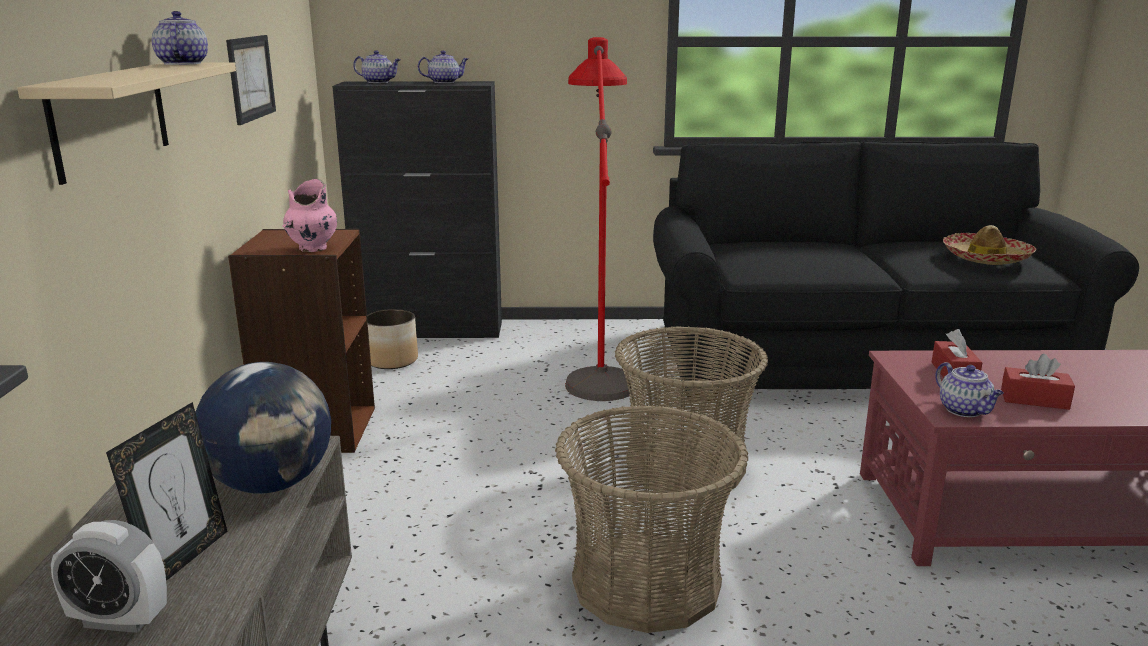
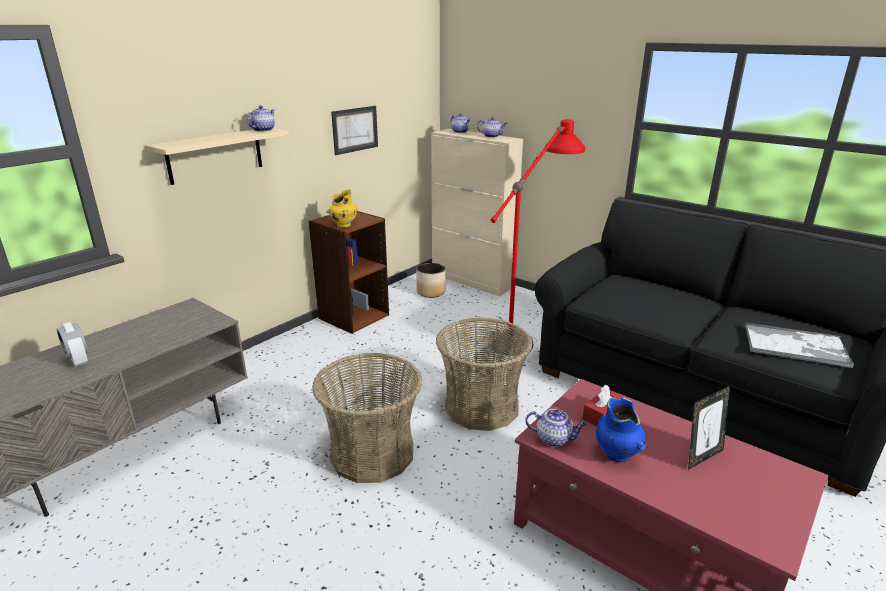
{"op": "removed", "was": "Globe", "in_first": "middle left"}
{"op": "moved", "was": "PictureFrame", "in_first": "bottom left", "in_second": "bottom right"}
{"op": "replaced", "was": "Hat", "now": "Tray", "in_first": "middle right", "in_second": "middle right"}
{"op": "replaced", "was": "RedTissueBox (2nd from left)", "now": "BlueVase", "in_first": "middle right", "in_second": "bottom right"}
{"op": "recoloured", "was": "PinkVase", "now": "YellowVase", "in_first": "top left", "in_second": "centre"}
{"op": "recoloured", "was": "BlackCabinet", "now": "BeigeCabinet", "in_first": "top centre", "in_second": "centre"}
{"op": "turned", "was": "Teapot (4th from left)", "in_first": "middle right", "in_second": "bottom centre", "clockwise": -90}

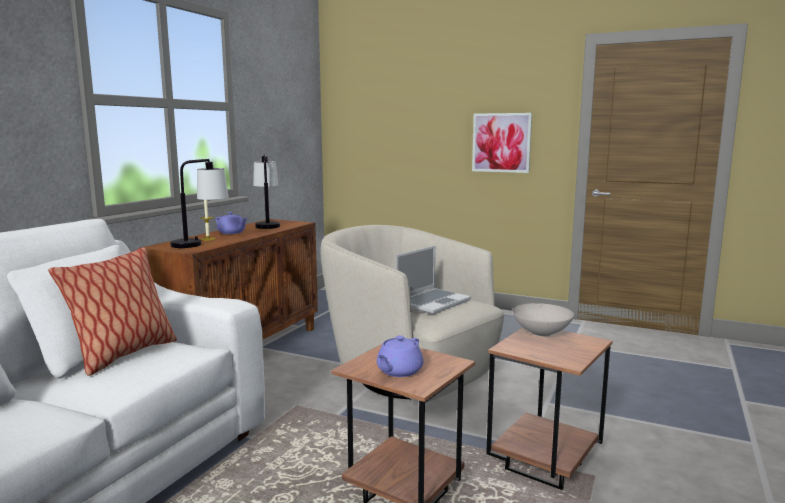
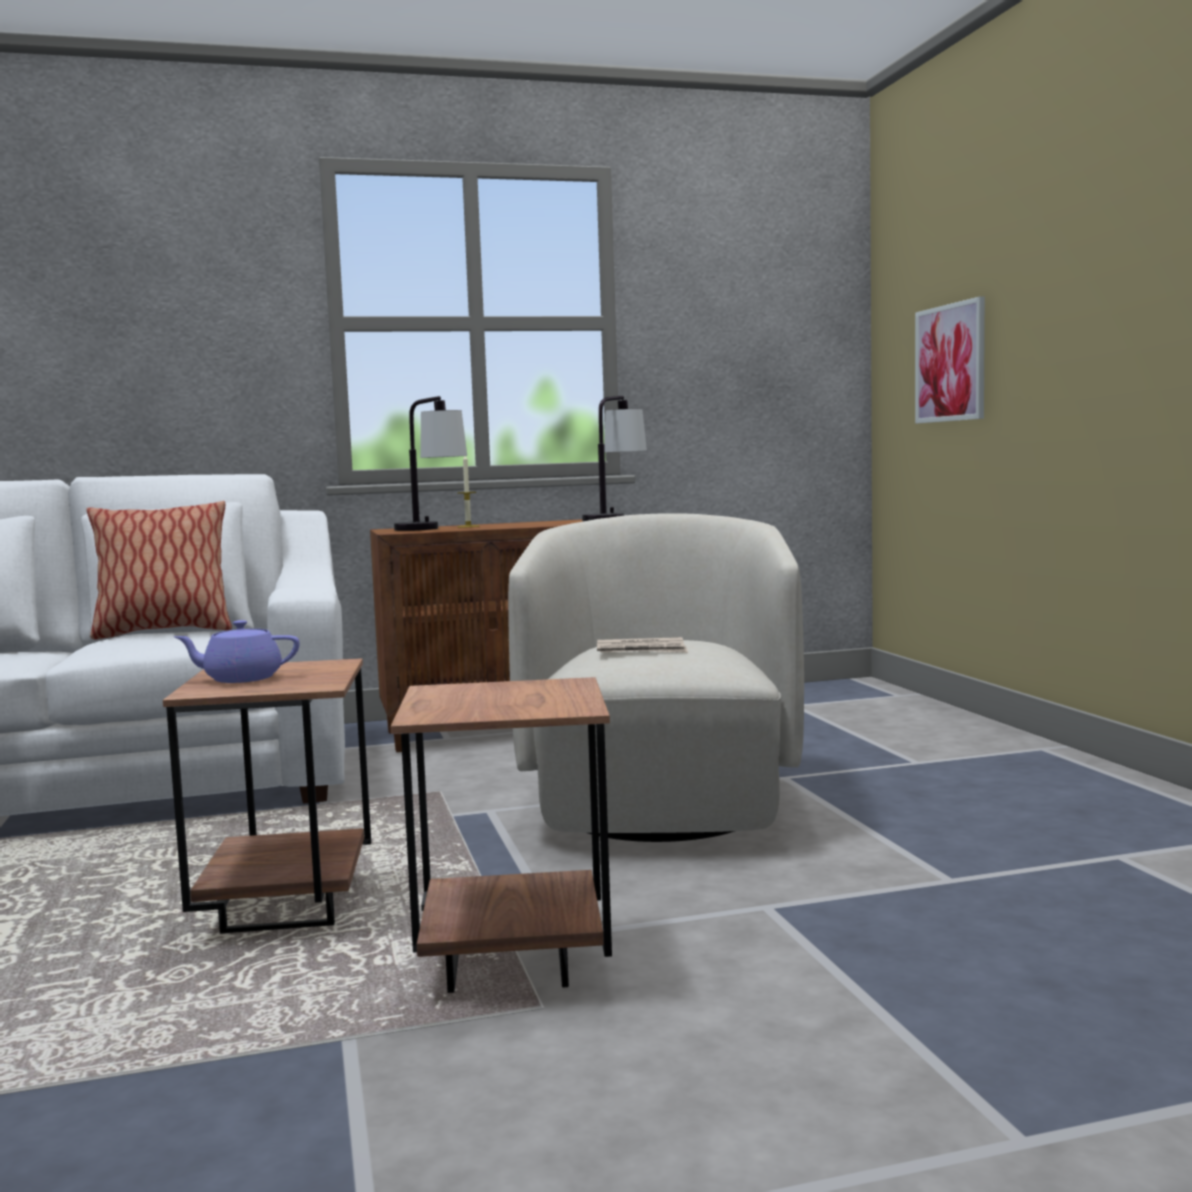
{"op": "removed", "was": "PurpleTeapot (1st from left)", "in_first": "middle left"}
{"op": "removed", "was": "WhiteBowl", "in_first": "middle right"}
{"op": "moved", "was": "Picture", "in_first": "top centre", "in_second": "top right"}
{"op": "replaced", "was": "Laptop", "now": "Newspaper", "in_first": "centre", "in_second": "centre"}

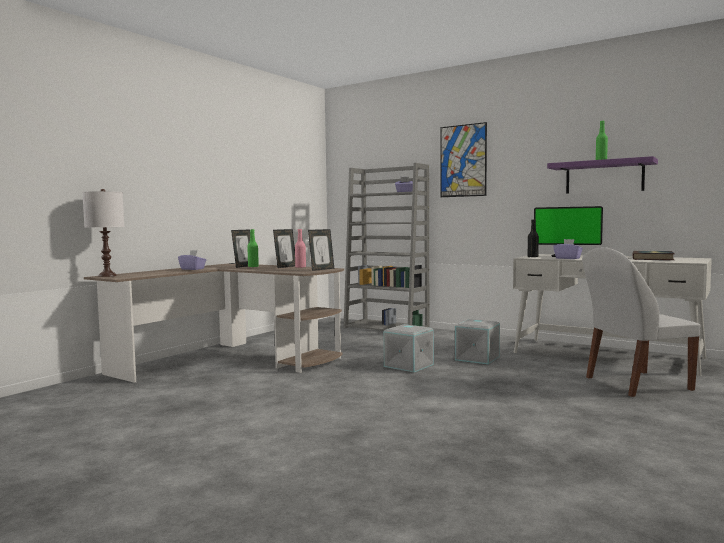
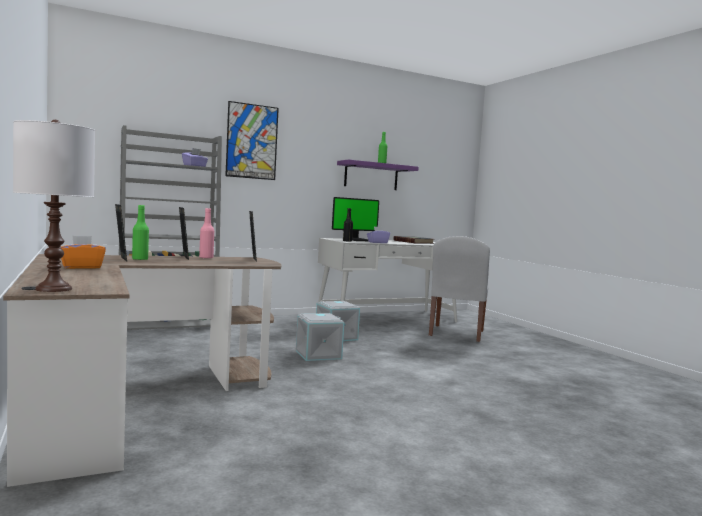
{"op": "recoloured", "was": "PurpleTissueBox (1st from left)", "now": "OrangeTissueBox", "in_first": "middle left", "in_second": "middle left"}

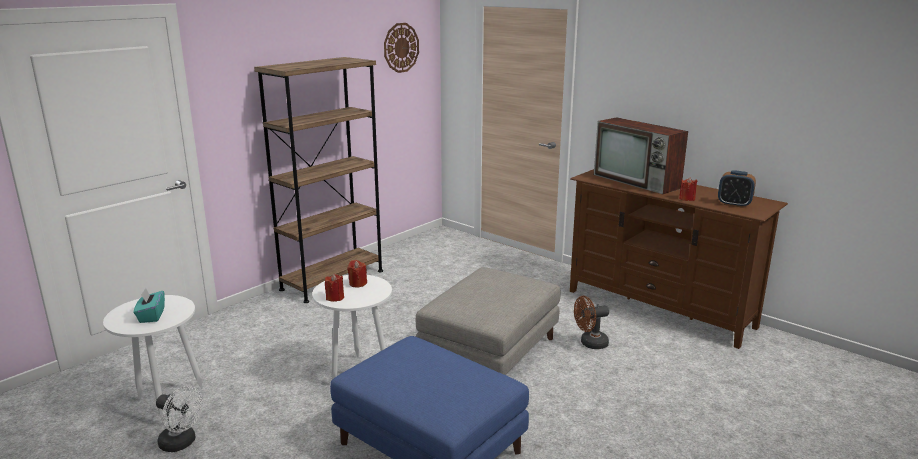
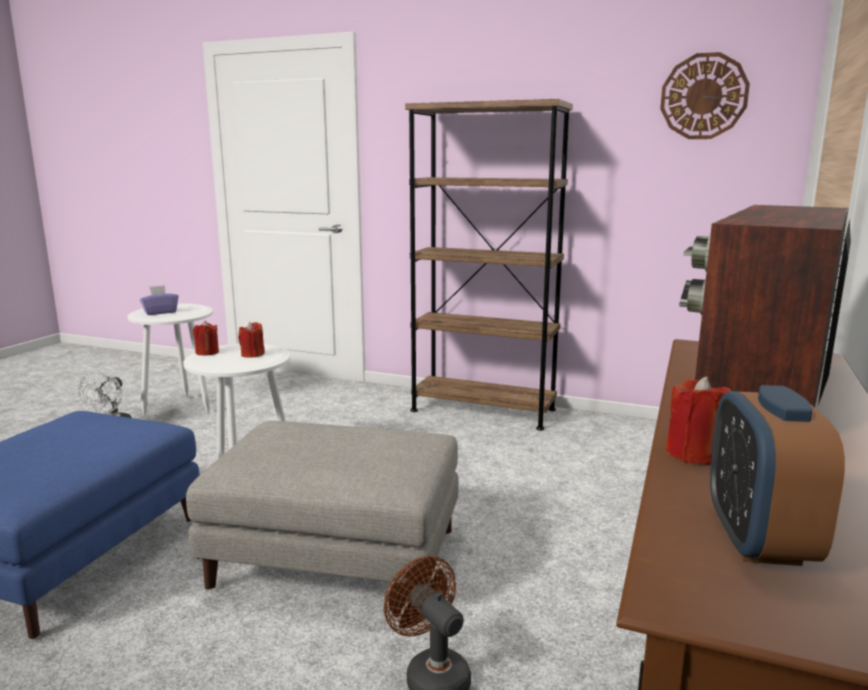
{"op": "recoloured", "was": "TurquoiseTissueBox", "now": "PurpleTissueBox", "in_first": "middle left", "in_second": "middle left"}

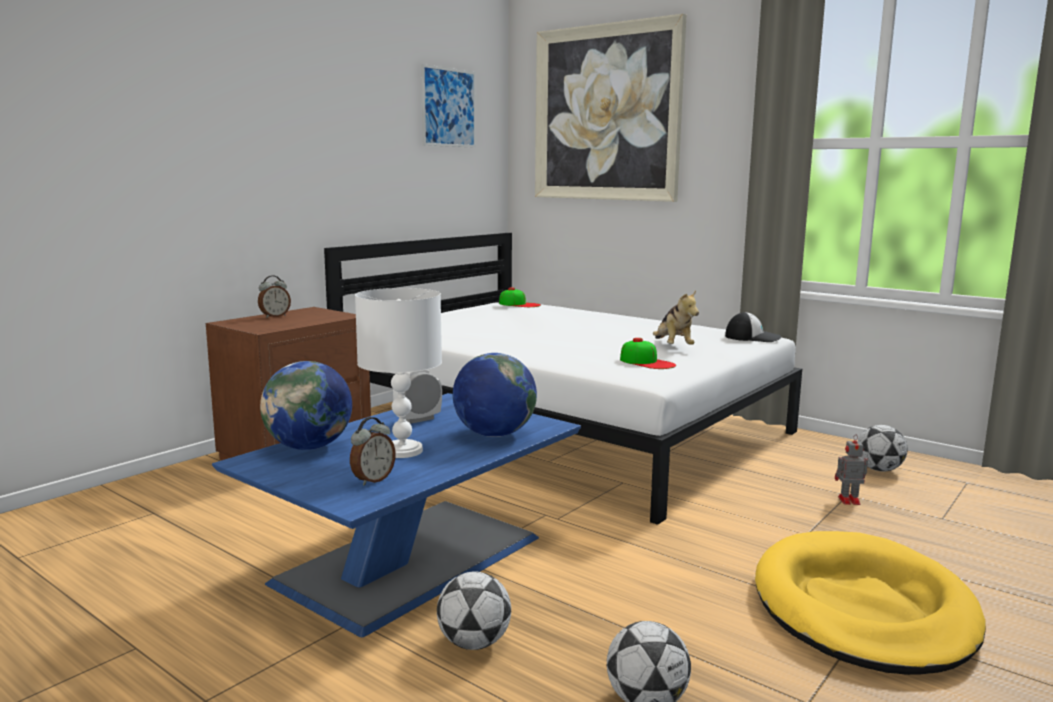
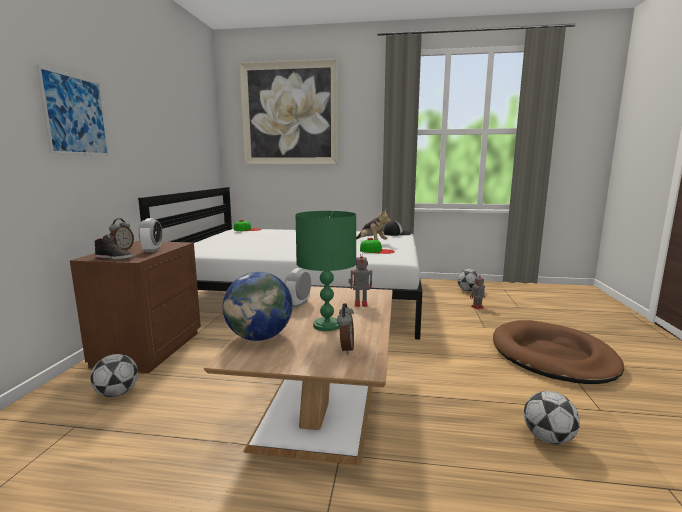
{"op": "added", "now": "BlackShoe", "in_second": "middle left"}
{"op": "added", "now": "AlarmClock (2nd from left)", "in_second": "middle left"}
{"op": "moved", "was": "Picture (1st from left)", "in_first": "top centre", "in_second": "top left"}
{"op": "moved", "was": "Football (1st from left)", "in_first": "bottom centre", "in_second": "bottom left"}
{"op": "replaced", "was": "Globe (2nd from left)", "now": "ToyRobot (1st from left)", "in_first": "centre", "in_second": "centre"}
{"op": "recoloured", "was": "BlueCoffeeTable", "now": "BrownCoffeeTable", "in_first": "bottom centre", "in_second": "bottom centre"}
{"op": "recoloured", "was": "WhiteTableLamp", "now": "GreenTableLamp", "in_first": "centre", "in_second": "centre"}
{"op": "recoloured", "was": "YellowDogBed", "now": "BrownDogBed", "in_first": "bottom right", "in_second": "bottom right"}

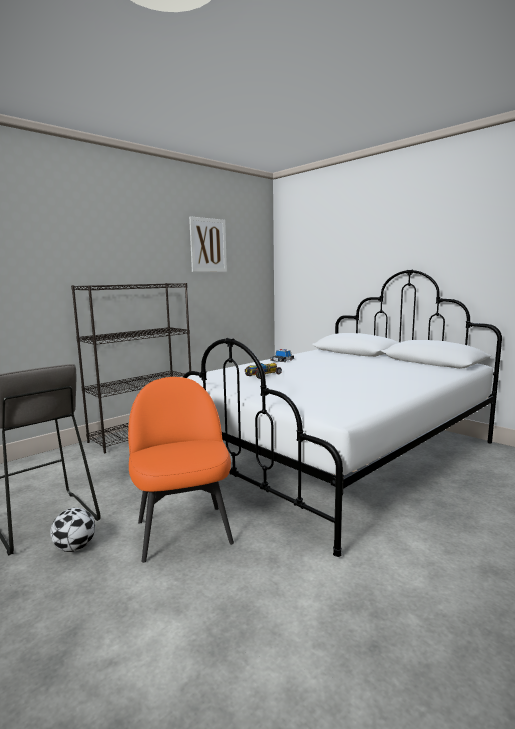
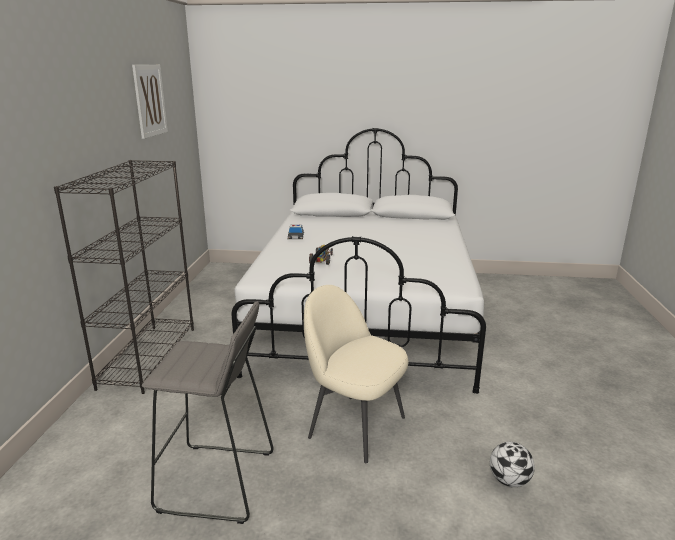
{"op": "moved", "was": "Football", "in_first": "bottom left", "in_second": "bottom right"}
{"op": "recoloured", "was": "OrangeChair", "now": "BeigeChair", "in_first": "centre", "in_second": "bottom centre"}

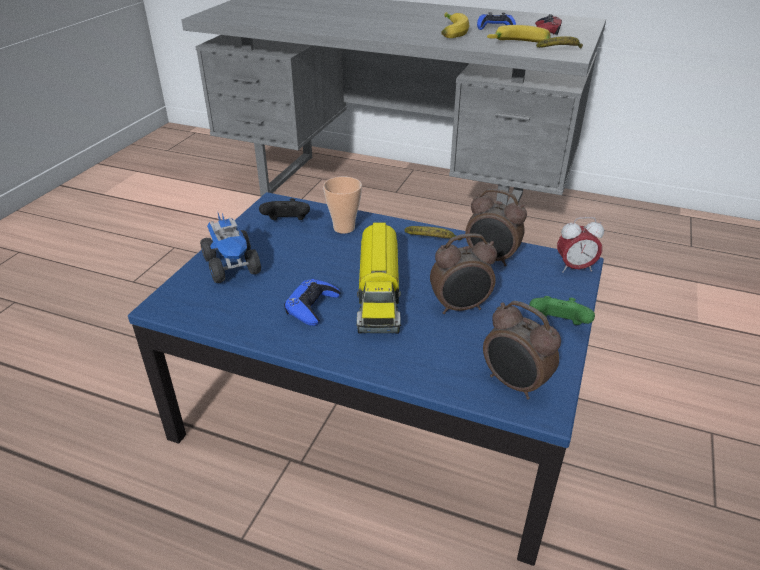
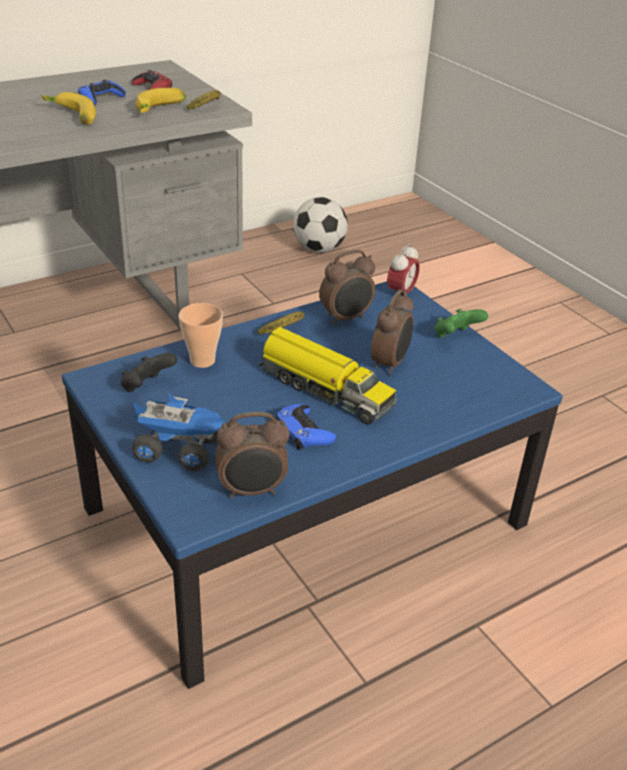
{"op": "added", "now": "Football", "in_second": "top centre"}
{"op": "moved", "was": "AlarmClock (3rd from left in the first image)", "now": "AlarmClock (1st from left)", "in_first": "middle right", "in_second": "centre"}

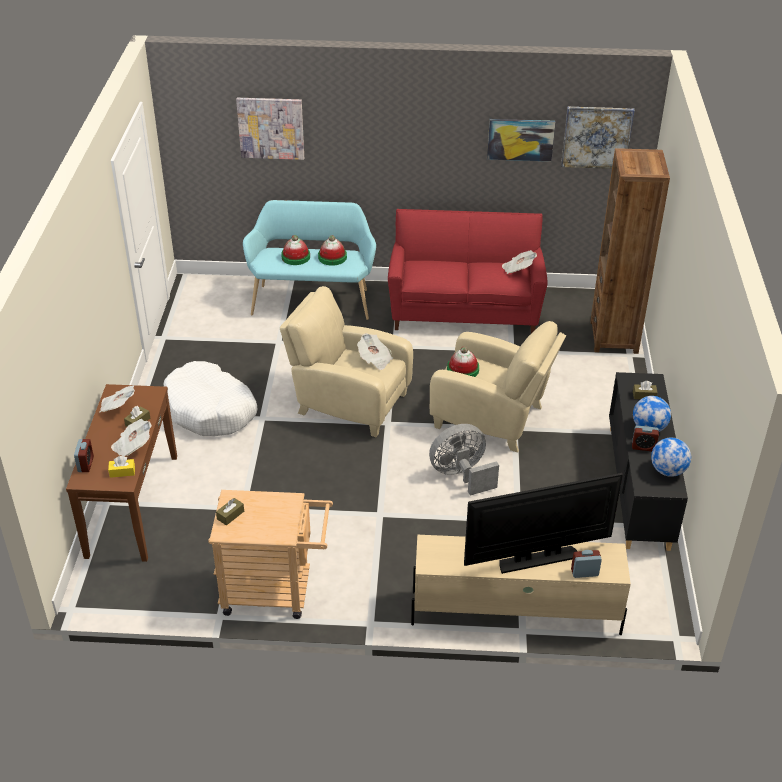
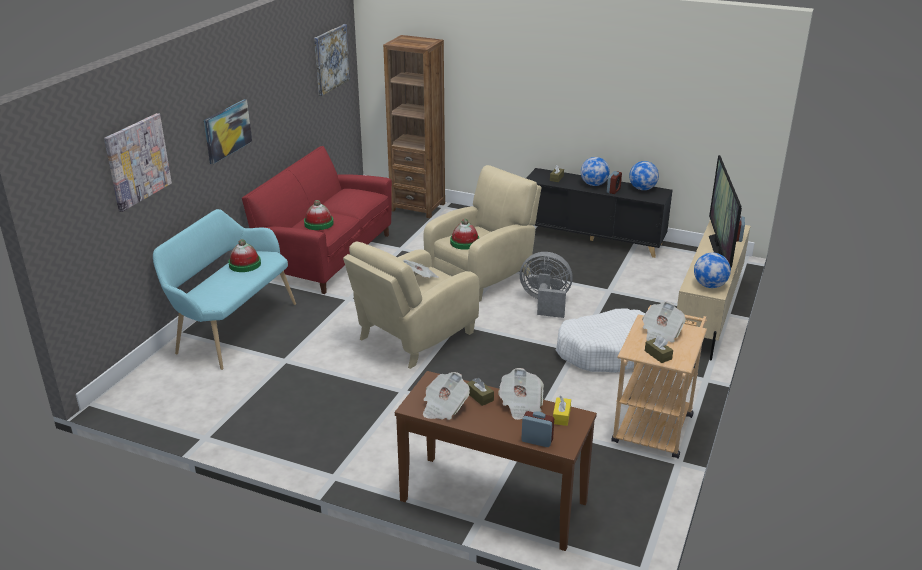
{"op": "added", "now": "Globe (3rd from left)", "in_second": "middle right"}
{"op": "moved", "was": "WhiteDogBed", "in_first": "middle left", "in_second": "centre"}
{"op": "moved", "was": "Hat (1st from left in the first image)", "now": "Hat (2nd from left)", "in_first": "top centre", "in_second": "centre"}
{"op": "moved", "was": "Picture (2nd from left)", "in_first": "top centre", "in_second": "top left"}
{"op": "moved", "was": "Newspaper (4th from left)", "in_first": "centre", "in_second": "middle right"}
{"op": "turned", "was": "GreyFan", "in_first": "centre", "in_second": "centre", "clockwise": 105}

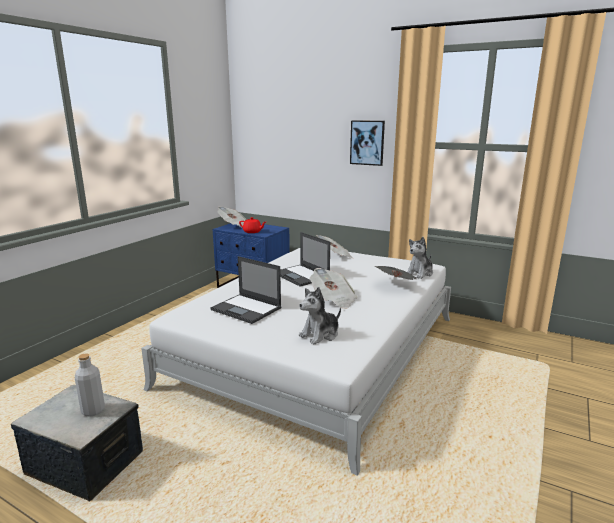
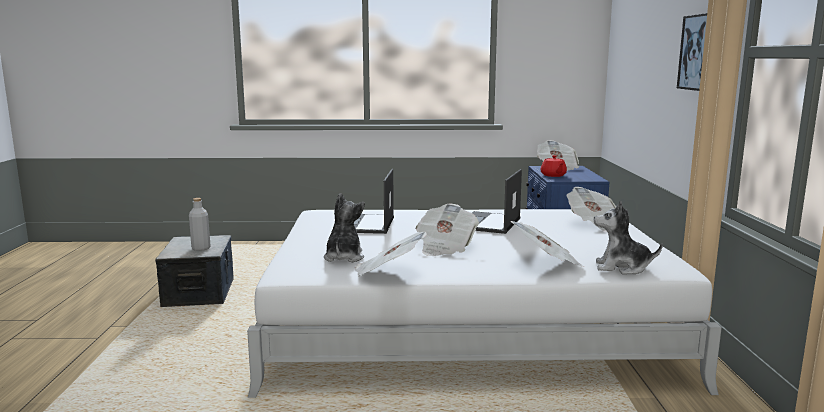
{"op": "added", "now": "Newspaper (1st from left)", "in_second": "centre"}
{"op": "turned", "was": "PlushToy (1st from left)", "in_first": "centre", "in_second": "centre", "clockwise": 75}

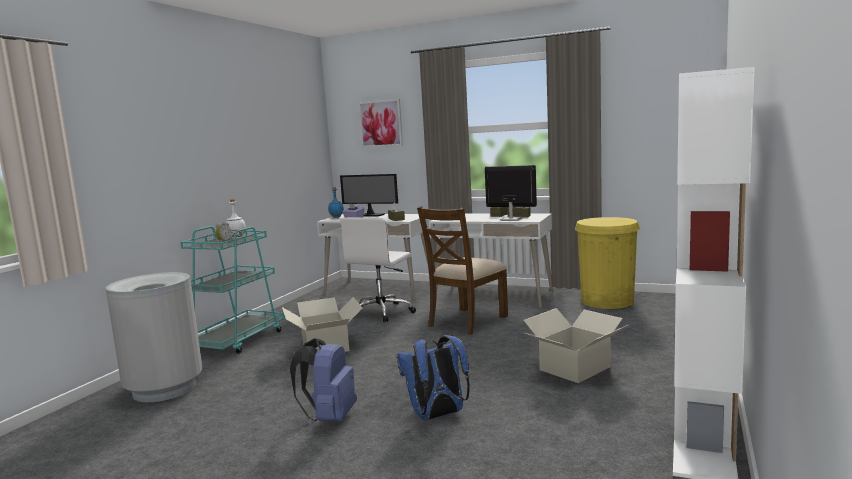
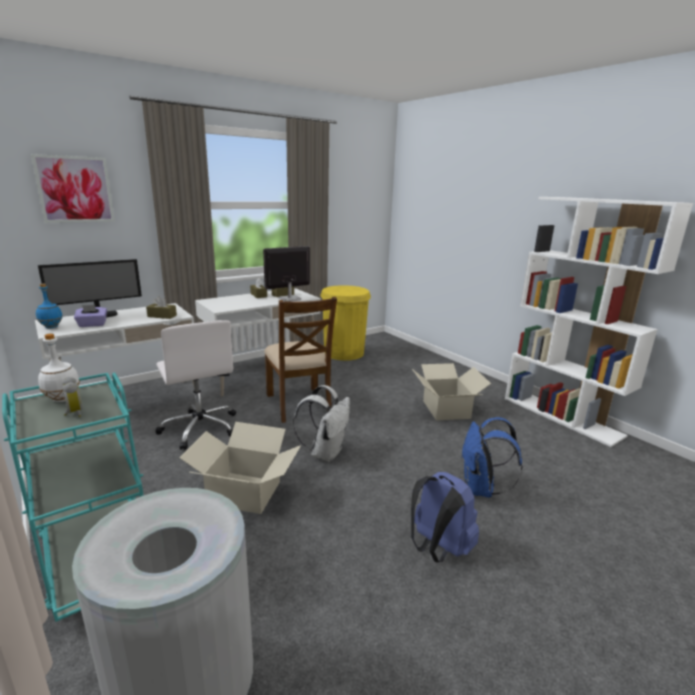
{"op": "added", "now": "WhiteBackpack", "in_second": "centre"}

